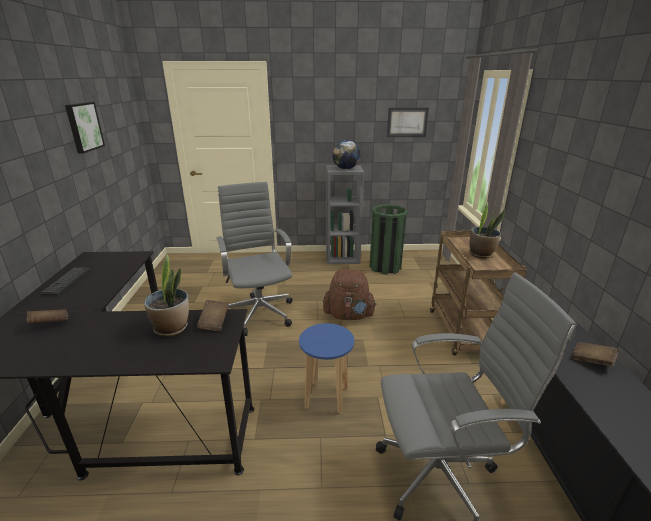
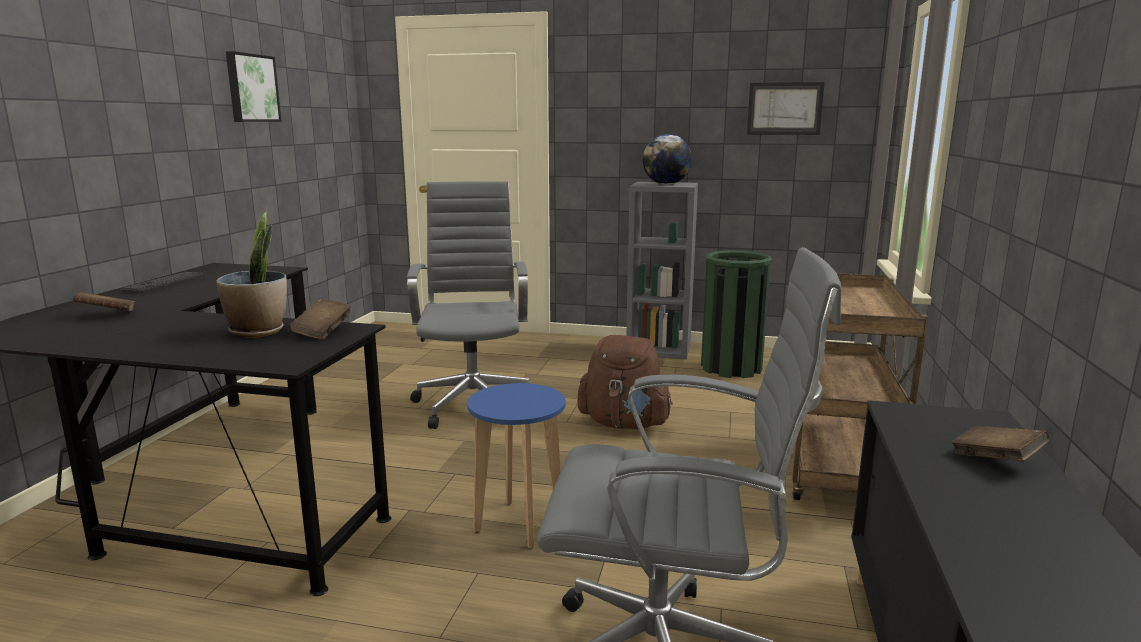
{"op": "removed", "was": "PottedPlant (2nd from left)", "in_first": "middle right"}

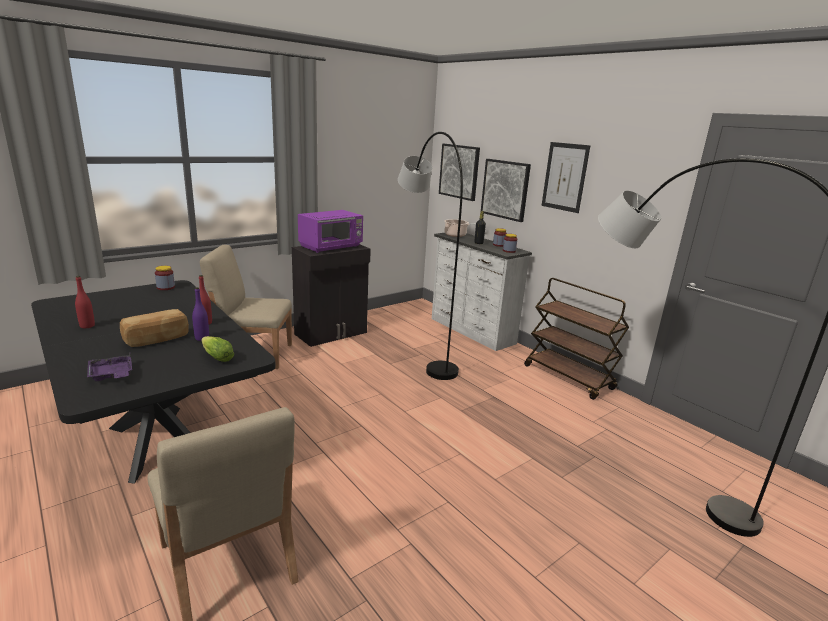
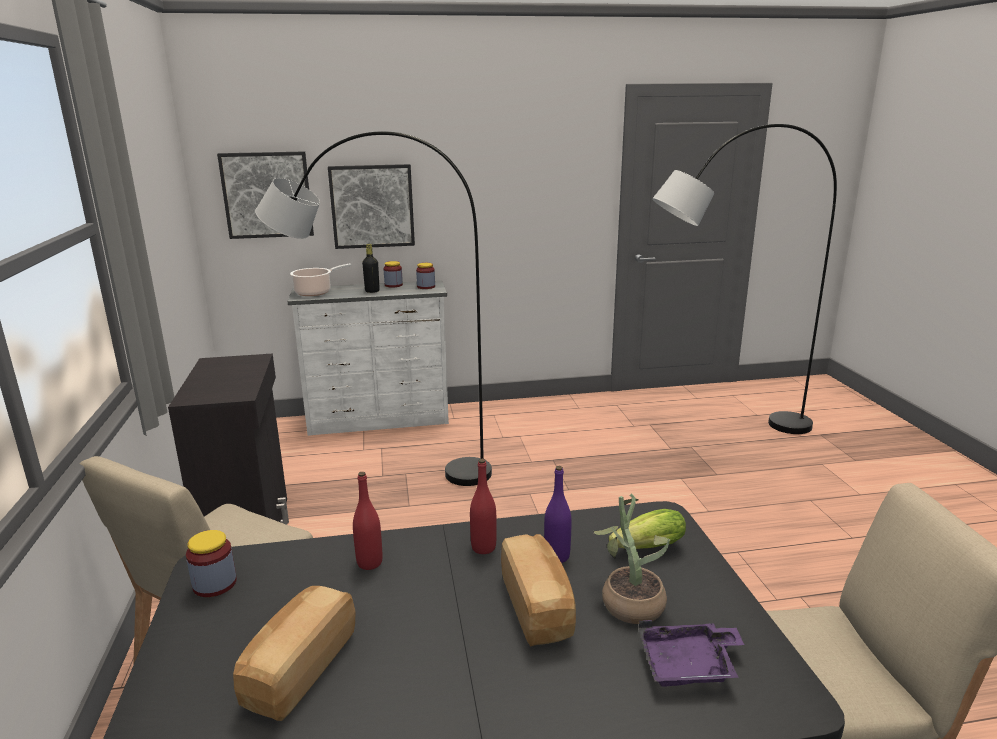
{"op": "removed", "was": "PurpleMicrowave", "in_first": "centre"}
{"op": "removed", "was": "BrownCart", "in_first": "middle right"}
{"op": "removed", "was": "Picture (3rd from left)", "in_first": "top right"}
{"op": "added", "now": "Bread (1st from left)", "in_second": "bottom left"}
{"op": "added", "now": "PottedPlant", "in_second": "bottom centre"}
{"op": "moved", "was": "RedBottle (1st from left)", "in_first": "middle left", "in_second": "bottom centre"}

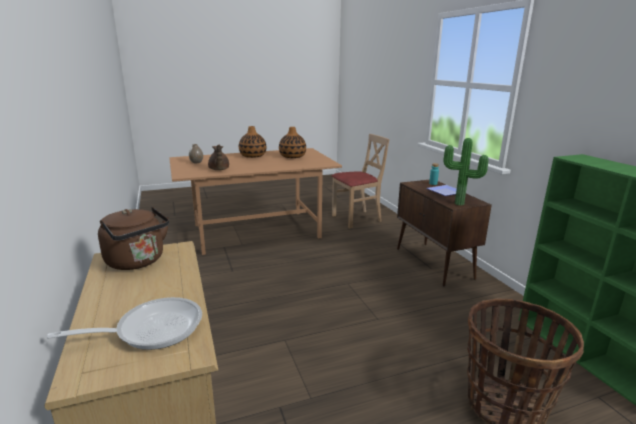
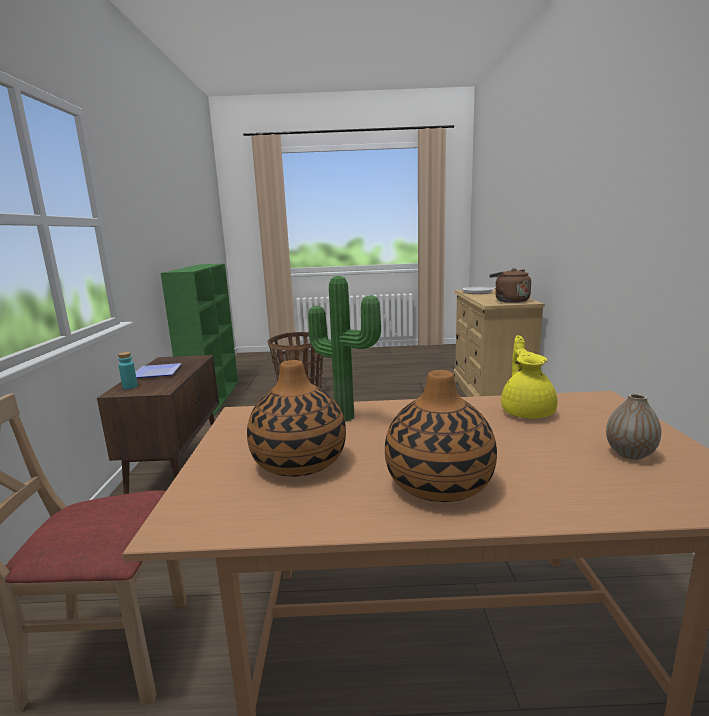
{"op": "moved", "was": "PottedPlant", "in_first": "middle right", "in_second": "centre"}
{"op": "recoloured", "was": "BrownTeapot", "now": "YellowTeapot", "in_first": "centre", "in_second": "middle right"}

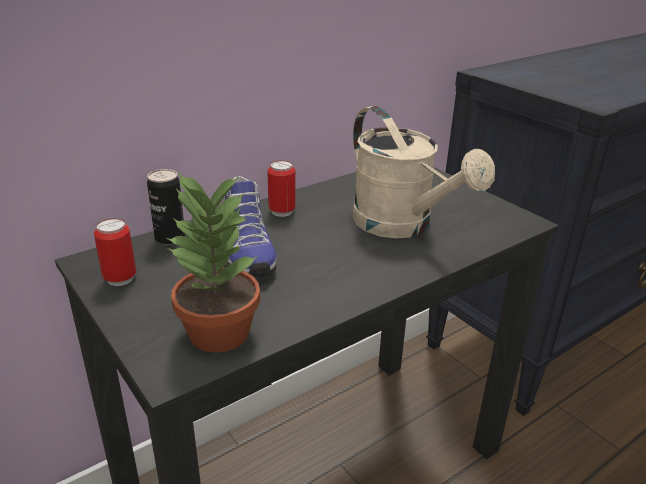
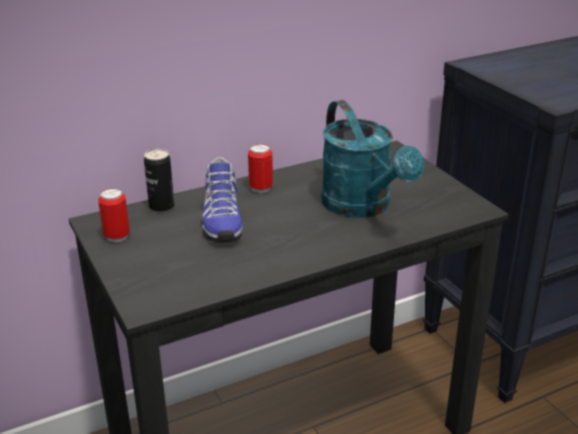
{"op": "removed", "was": "PottedPlant", "in_first": "middle left"}
{"op": "recoloured", "was": "BeigeWateringCan", "now": "TurquoiseWateringCan", "in_first": "centre", "in_second": "centre"}

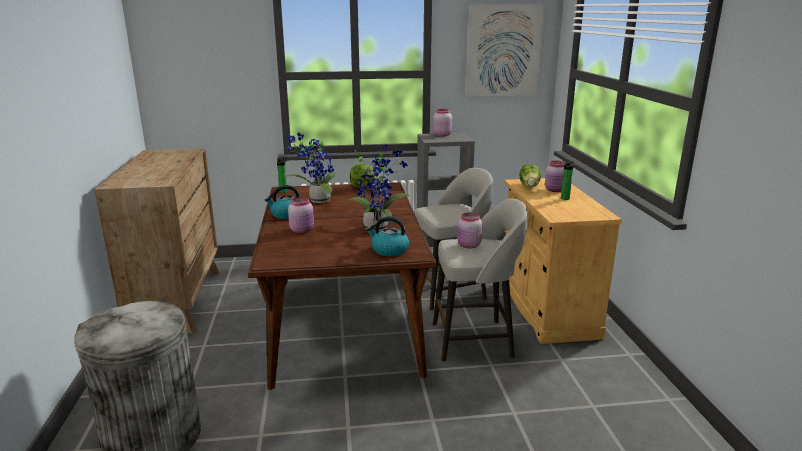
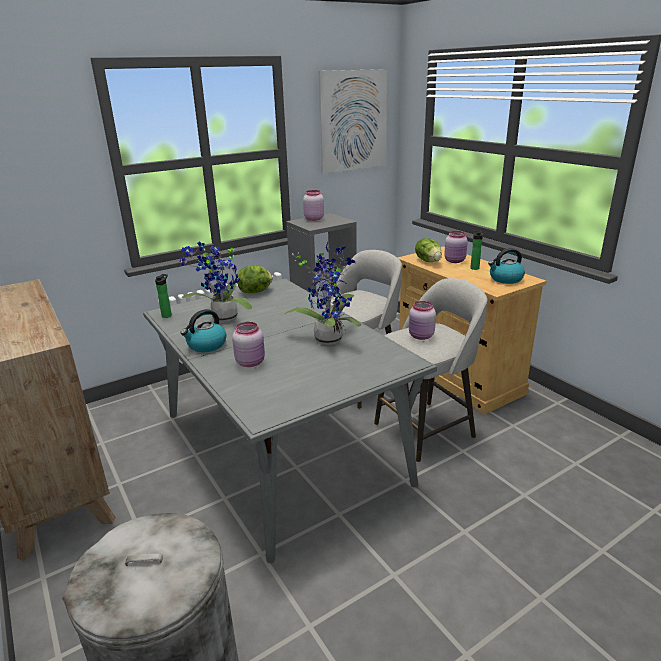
{"op": "moved", "was": "Kettle (2nd from left)", "in_first": "centre", "in_second": "middle right"}
{"op": "recoloured", "was": "BrownDiningTable", "now": "GreyDiningTable", "in_first": "centre", "in_second": "centre"}

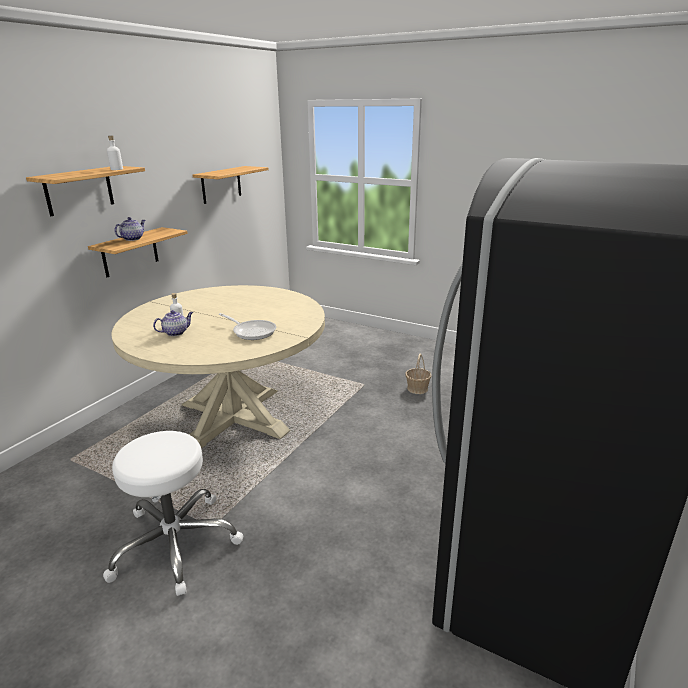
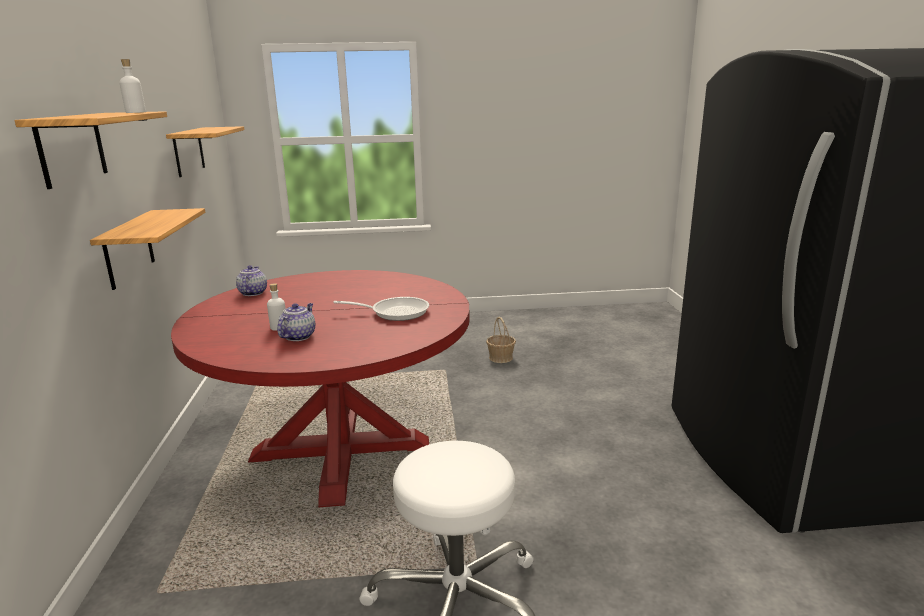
{"op": "moved", "was": "Teapot (1st from left)", "in_first": "top left", "in_second": "middle left"}
{"op": "recoloured", "was": "BeigeDiningTable", "now": "RedDiningTable", "in_first": "middle left", "in_second": "centre"}

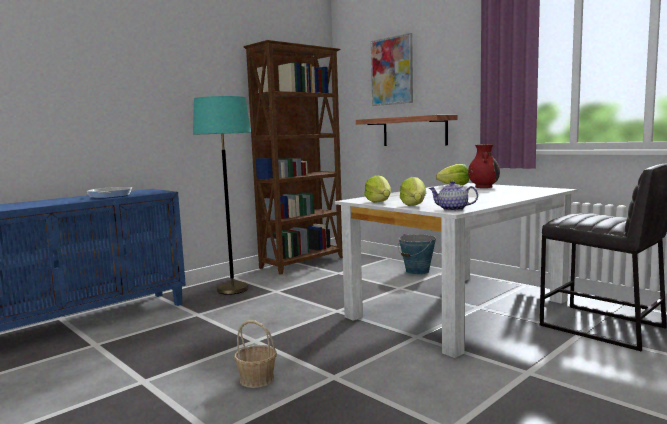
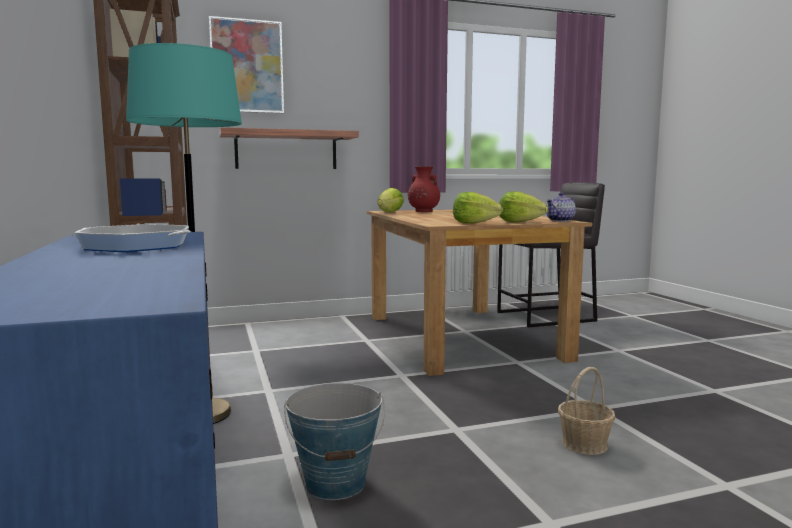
{"op": "moved", "was": "Bucket", "in_first": "centre", "in_second": "bottom centre"}
{"op": "recoloured", "was": "WhiteDiningTable", "now": "BrownDiningTable", "in_first": "middle right", "in_second": "centre"}

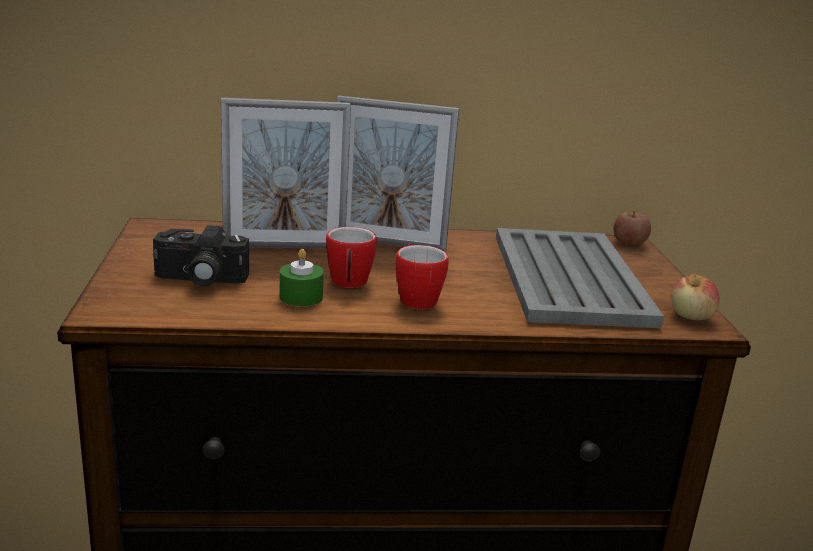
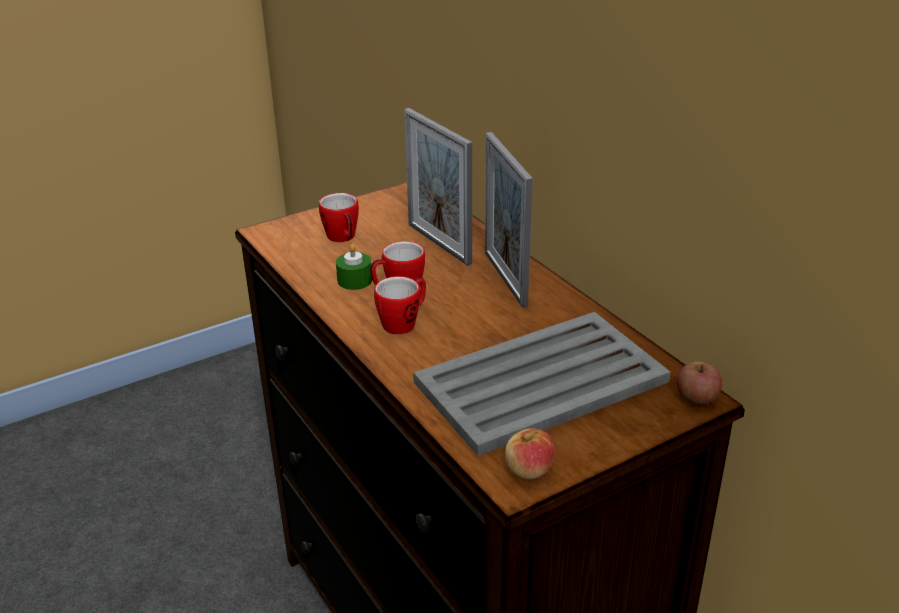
{"op": "replaced", "was": "PhotoCamera", "now": "Mug (1st from left)", "in_first": "middle left", "in_second": "centre"}

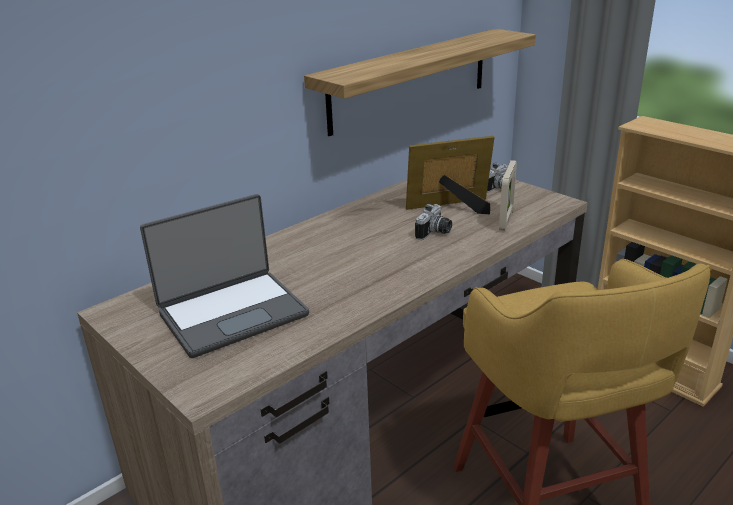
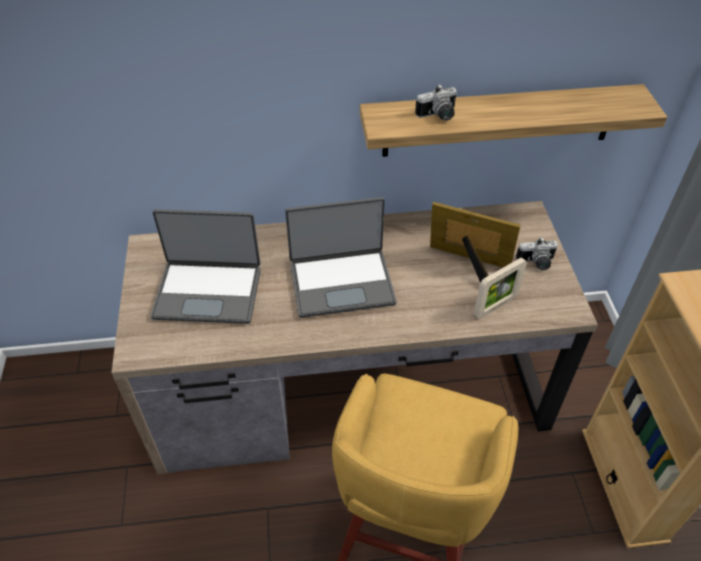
{"op": "added", "now": "Laptop (2nd from left)", "in_second": "centre"}
{"op": "moved", "was": "PhotoCamera (1st from left)", "in_first": "centre", "in_second": "top centre"}

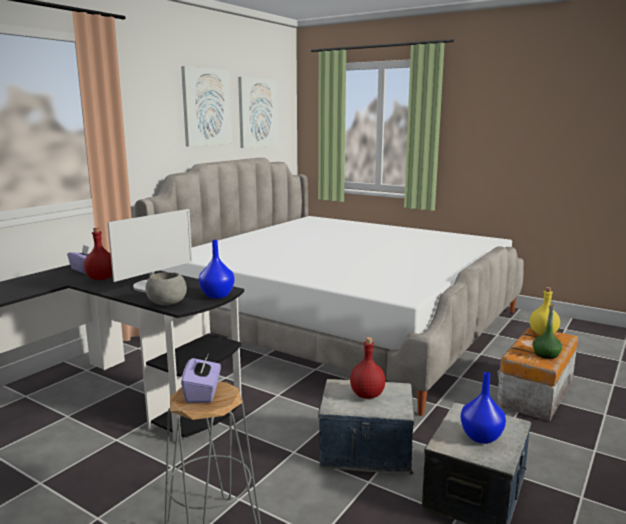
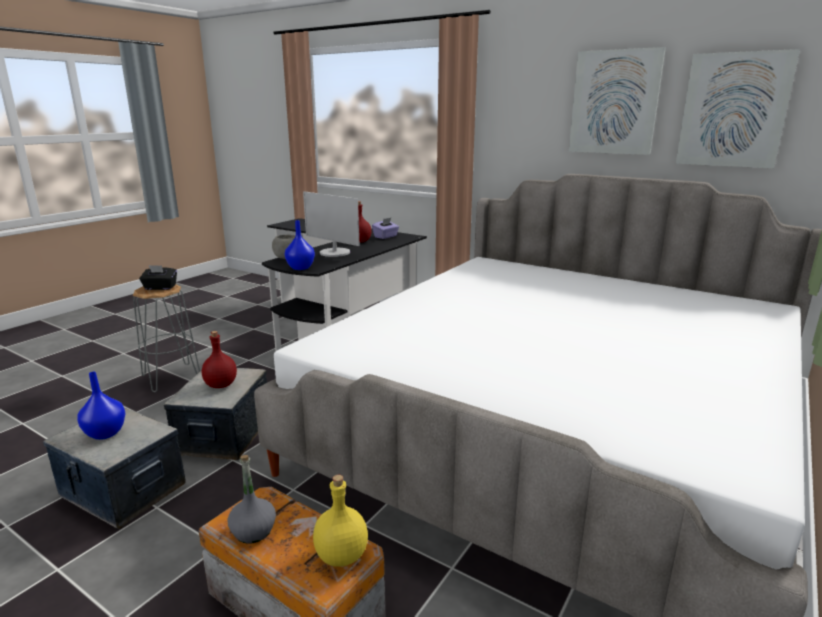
{"op": "recoloured", "was": "PurpleTissueBox (2nd from left)", "now": "BlackTissueBox", "in_first": "bottom left", "in_second": "middle left"}
{"op": "recoloured", "was": "GreenBottle", "now": "GreyBottle", "in_first": "middle right", "in_second": "bottom left"}

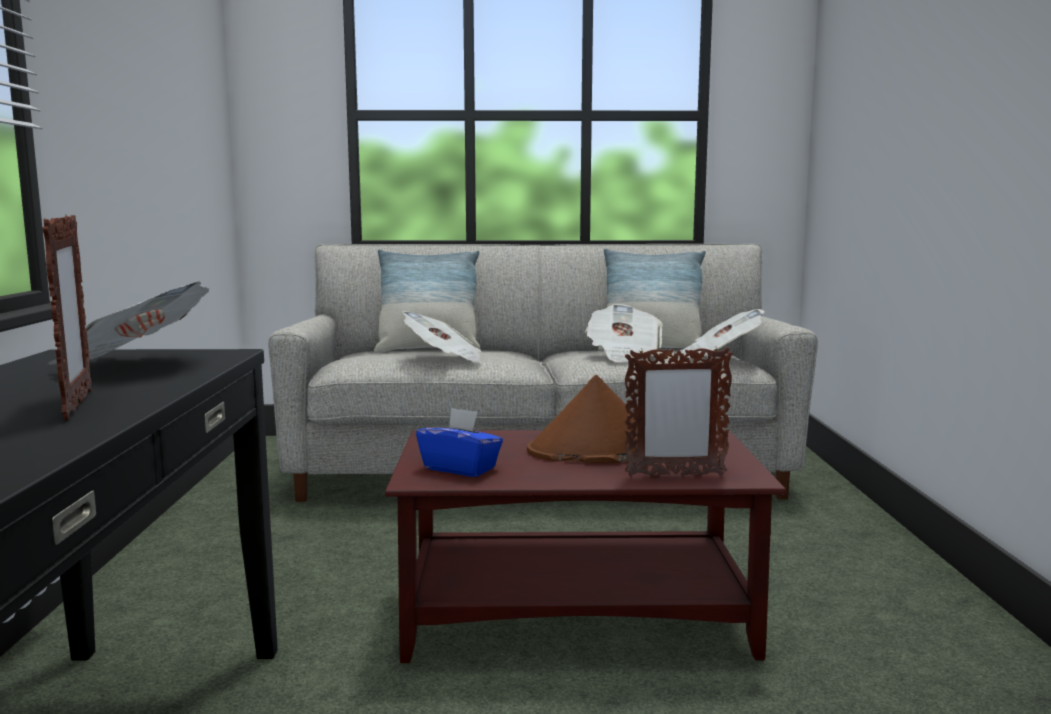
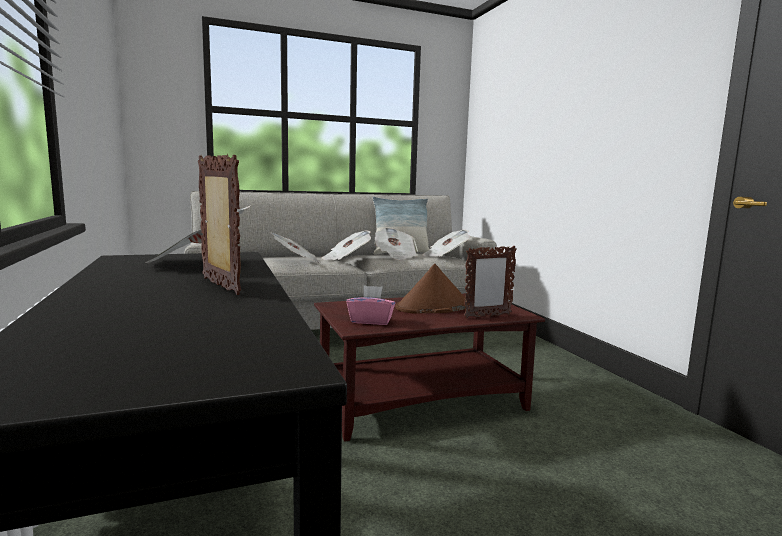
{"op": "removed", "was": "Pillow (1st from left)", "in_first": "centre"}
{"op": "added", "now": "Newspaper (3rd from left)", "in_second": "centre"}
{"op": "recoloured", "was": "BlueTissueBox", "now": "PinkTissueBox", "in_first": "centre", "in_second": "centre"}

